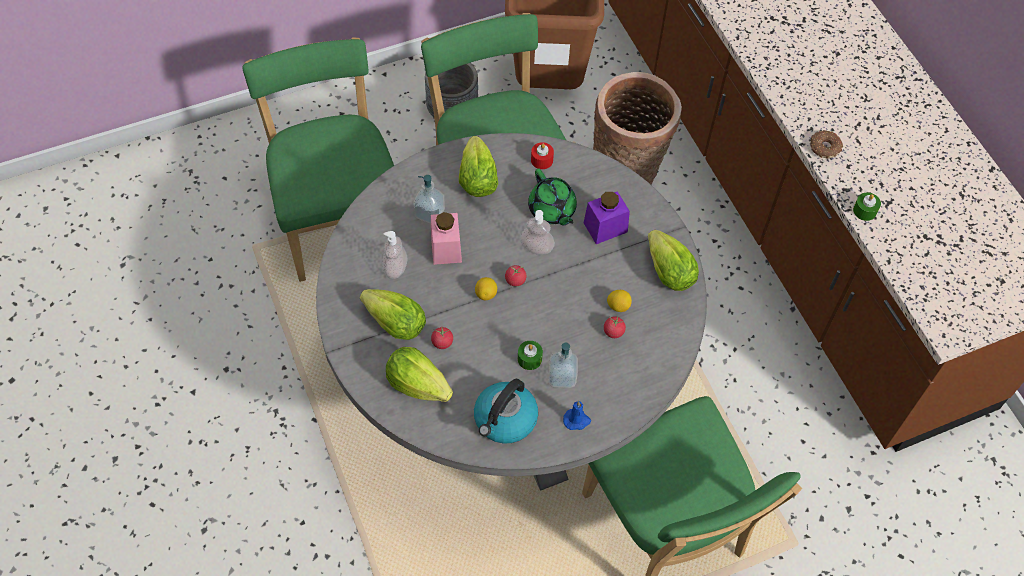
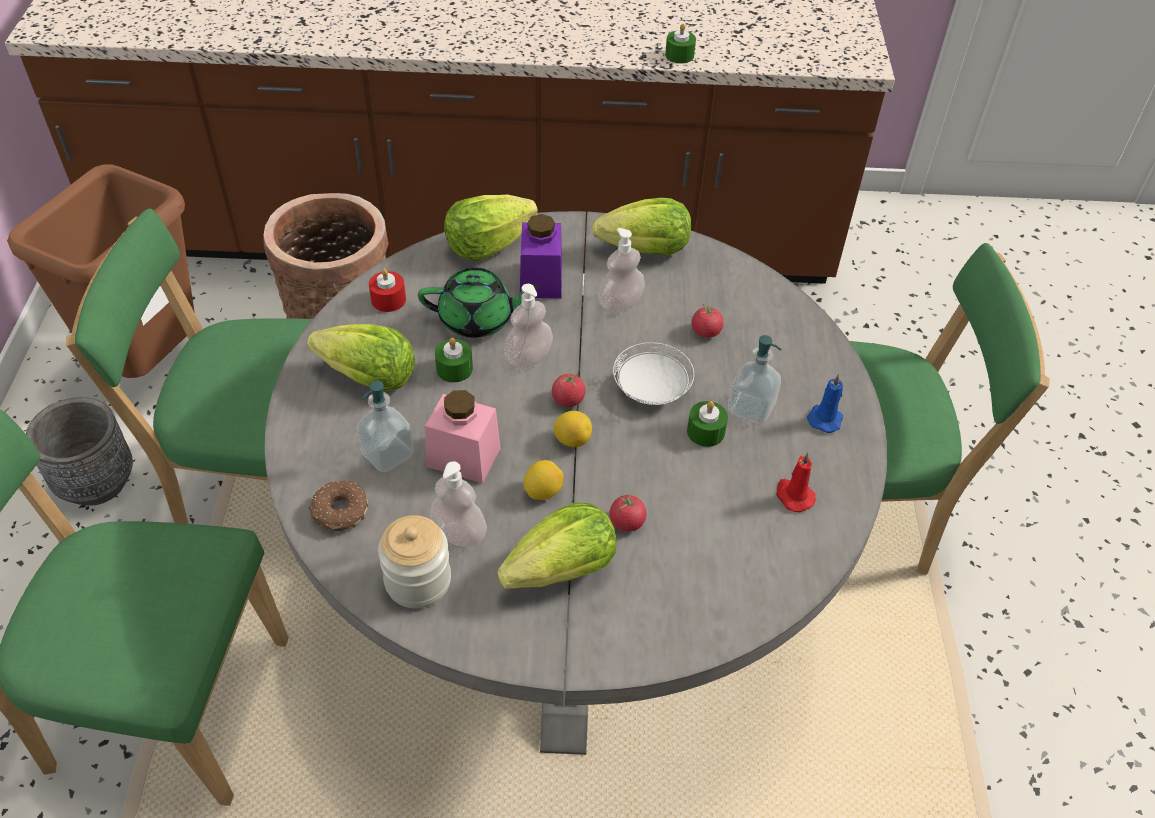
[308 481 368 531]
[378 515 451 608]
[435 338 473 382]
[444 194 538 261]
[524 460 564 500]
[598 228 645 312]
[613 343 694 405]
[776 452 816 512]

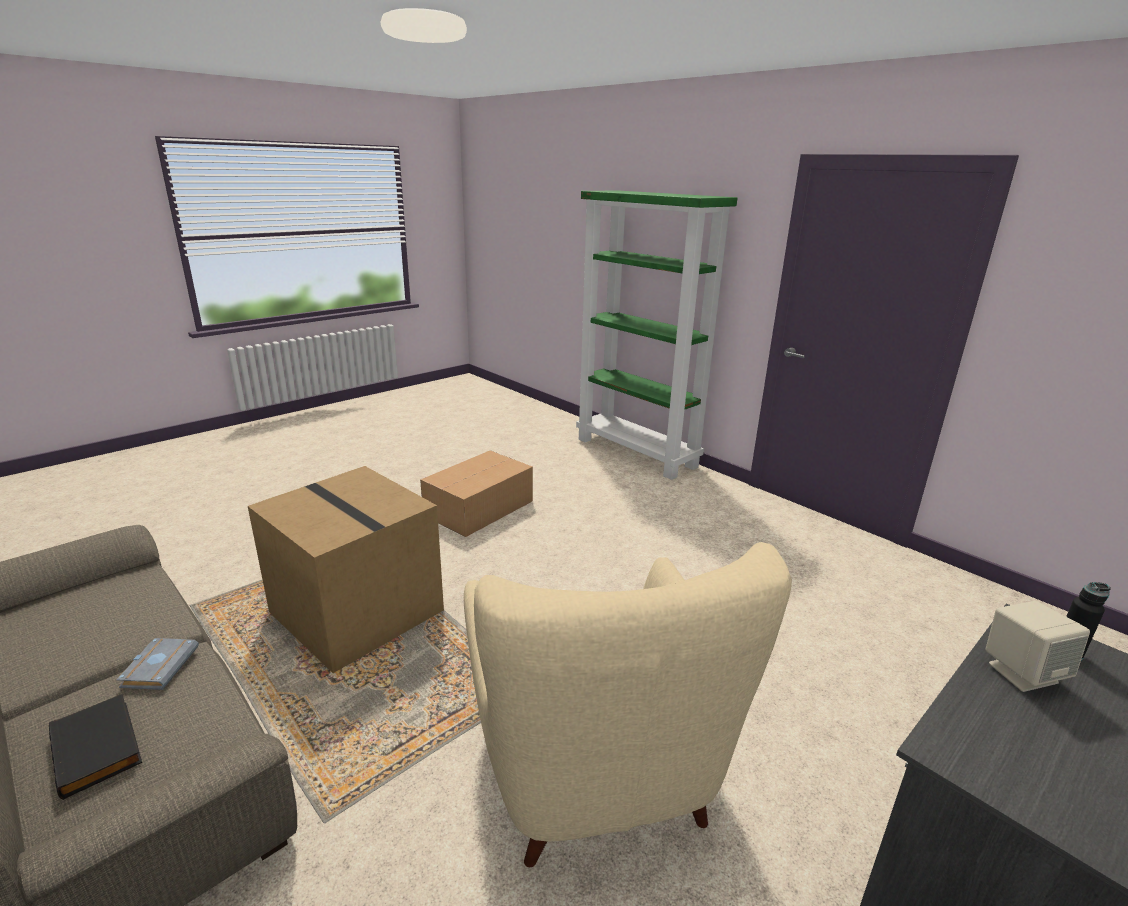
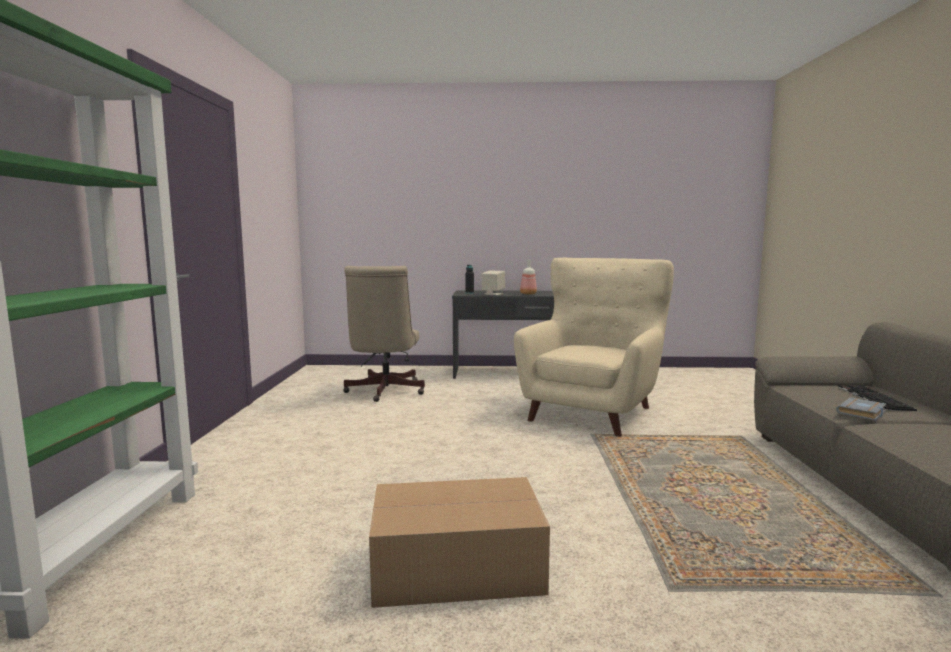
[343 266 425 402]
[520 260 537 295]
[838 385 917 411]
[248 466 444 673] (first image)

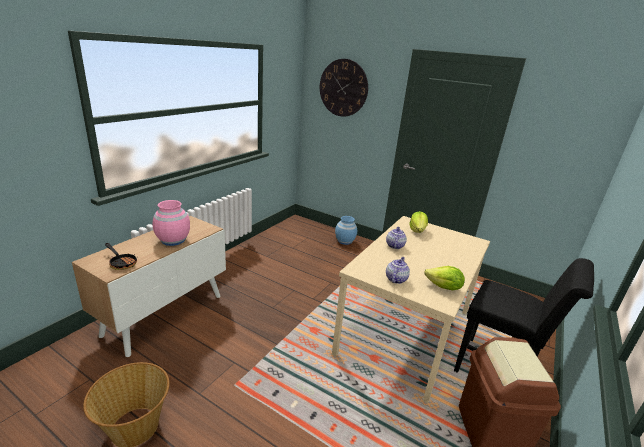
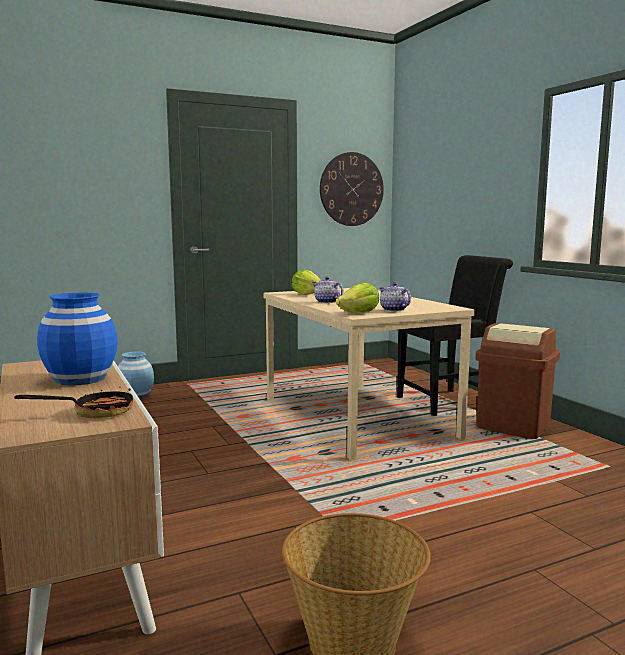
[37 293 117 386]
[320 152 384 226]
[336 283 379 314]

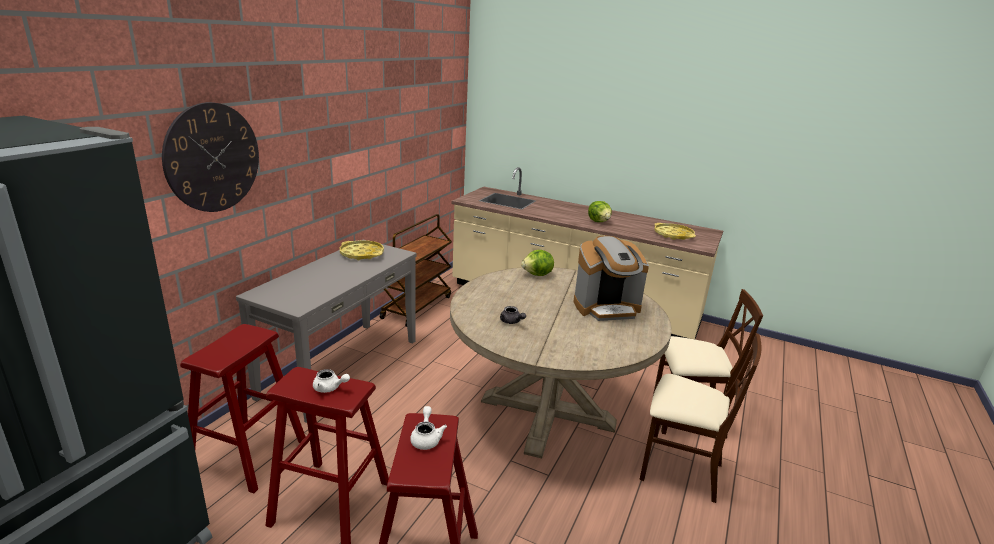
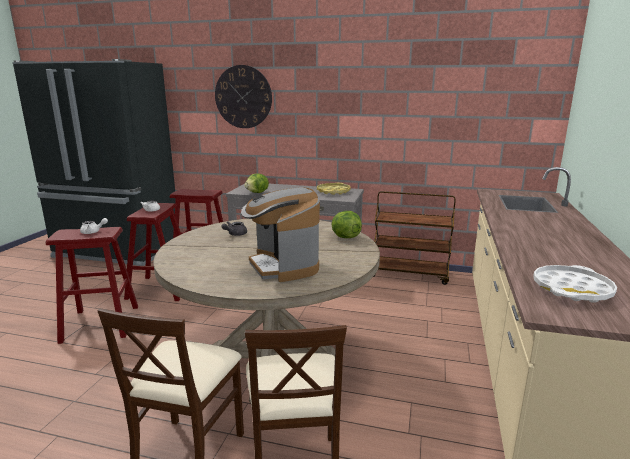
[244 174 269 193]
[533 265 617 303]

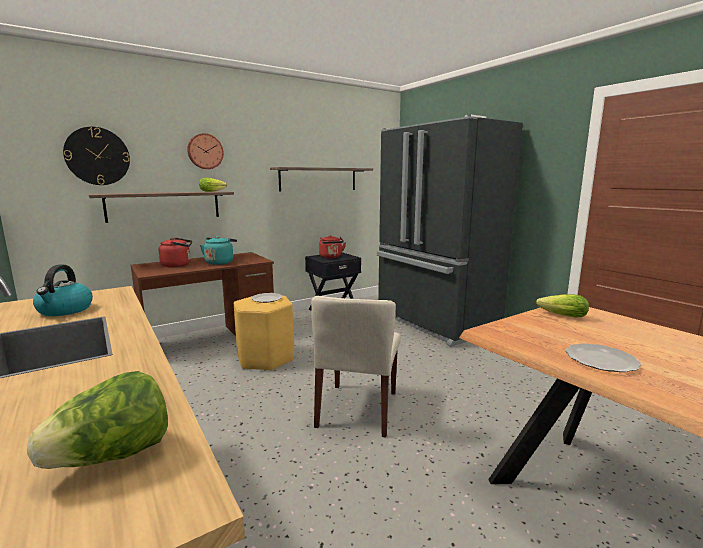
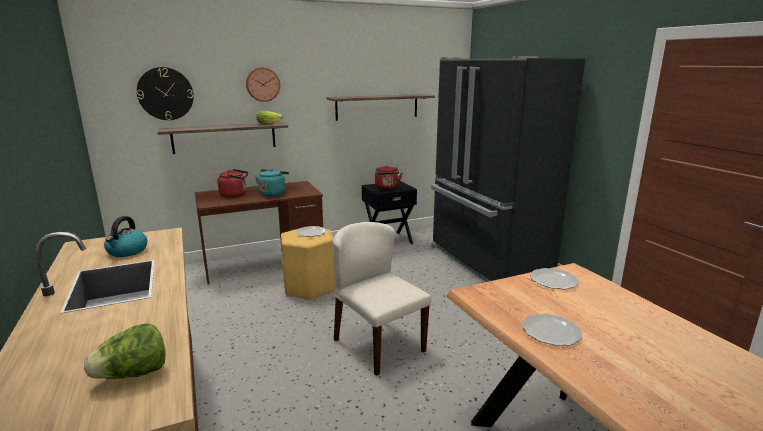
[333 222 431 376]
[530 268 579 289]

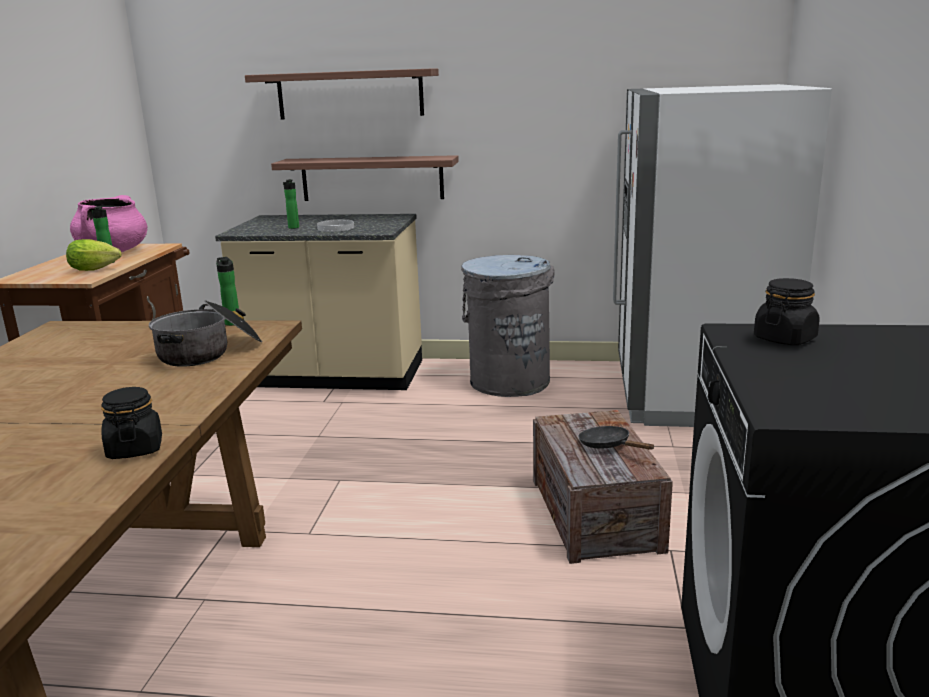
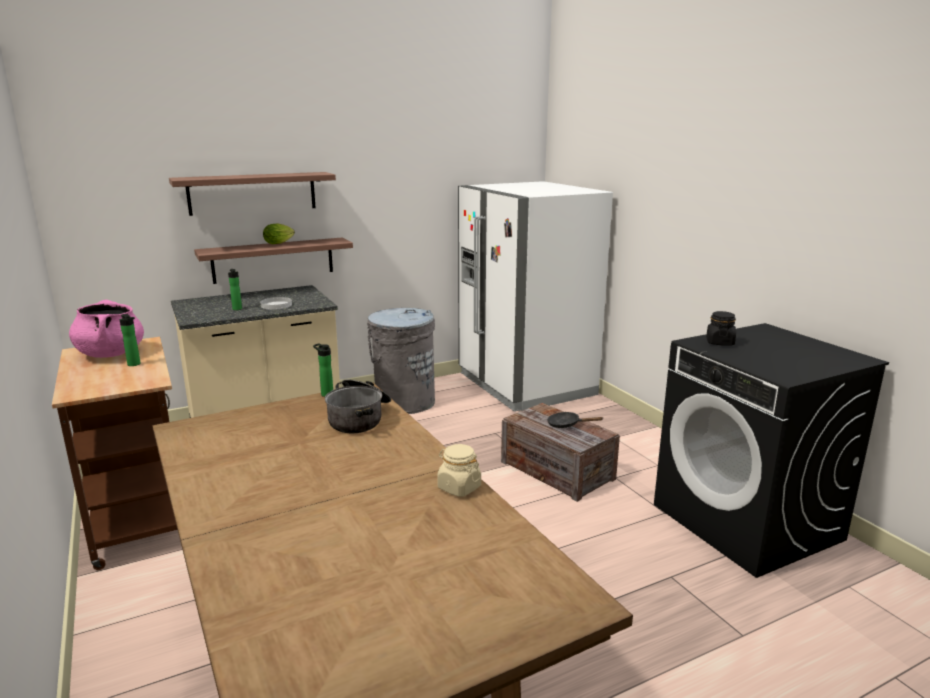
[263 223 295 244]
[437 444 481 497]

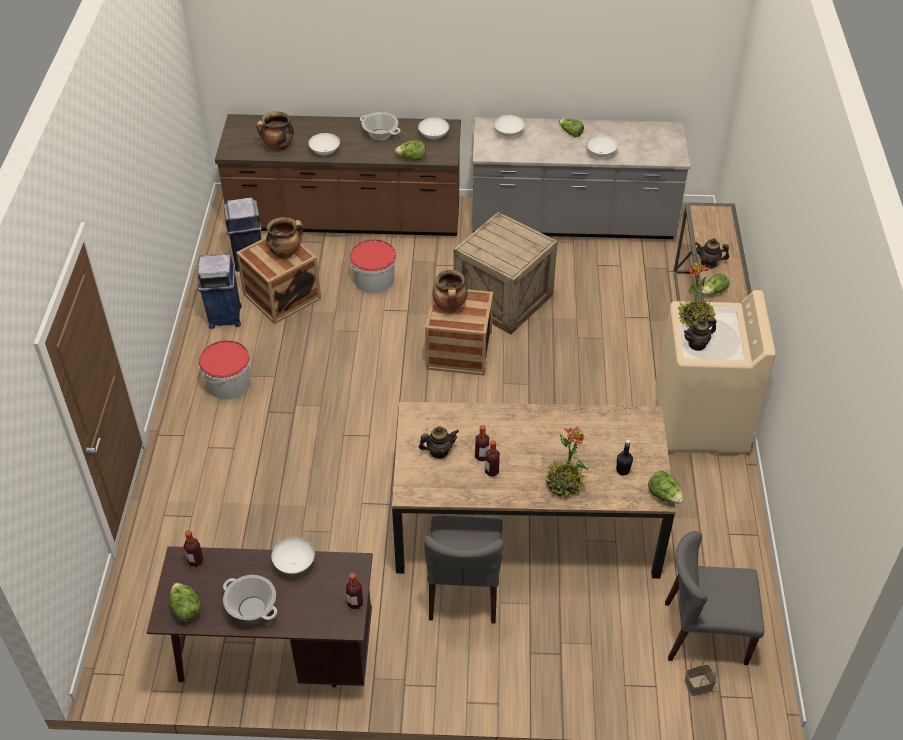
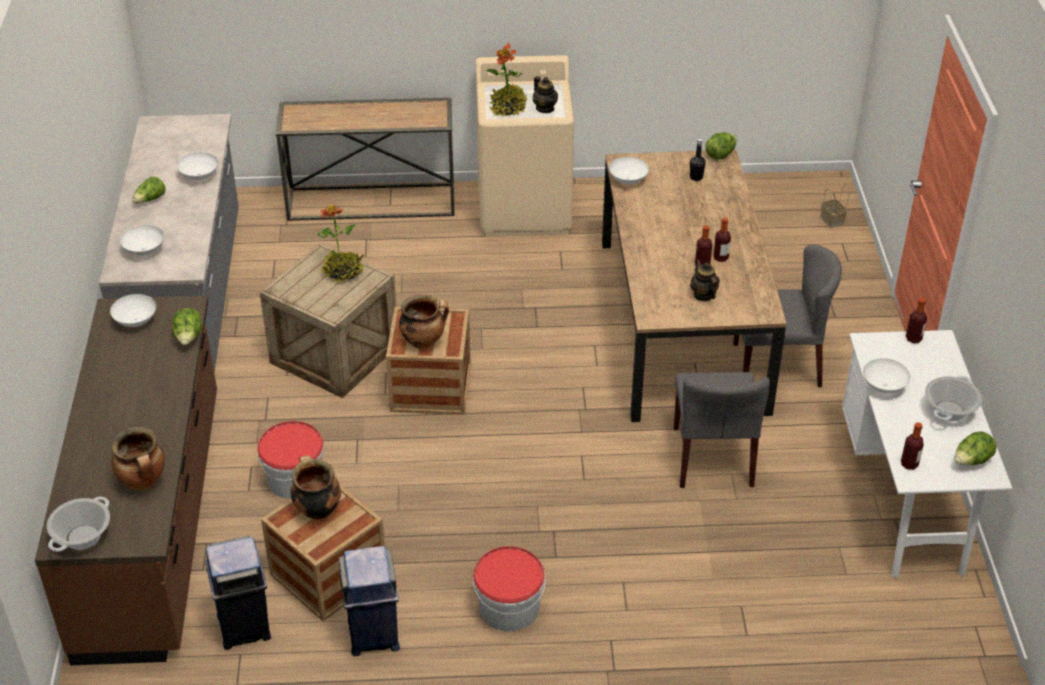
[47 496 110 552]
[317 205 364 283]
[609 157 649 184]
[674 372 770 488]
[842 330 1012 578]
[695 238 729 269] (first image)
[702 273 730 295] (first image)

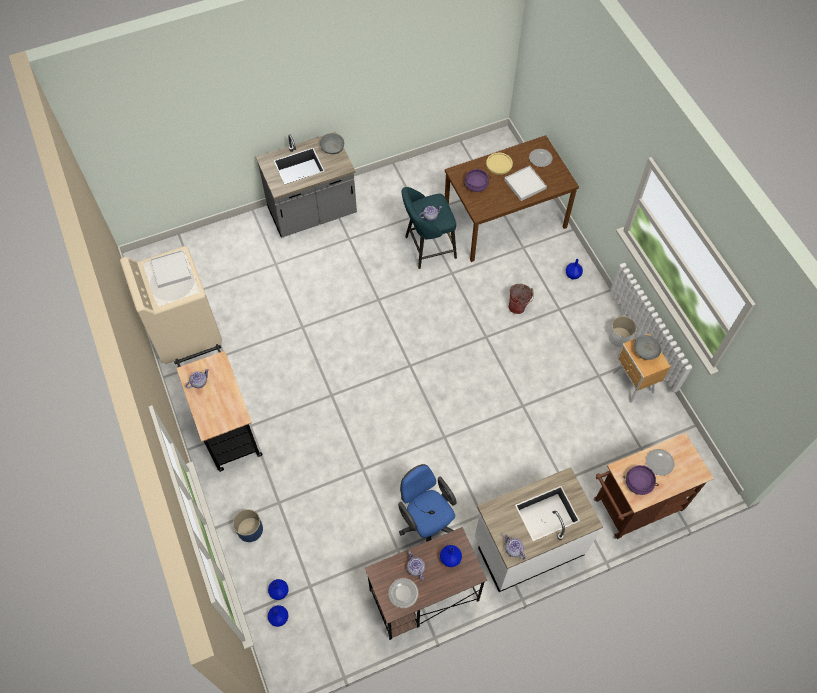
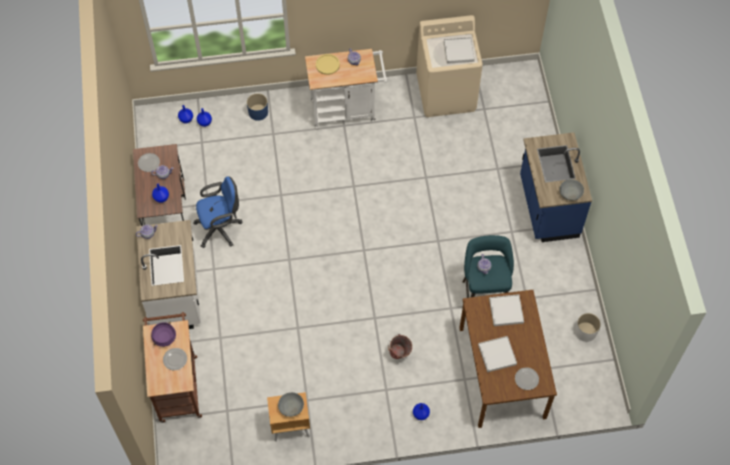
[305 49 388 129]
[316 54 340 75]
[489 294 524 326]
[520 132 592 242]
[575 313 601 342]

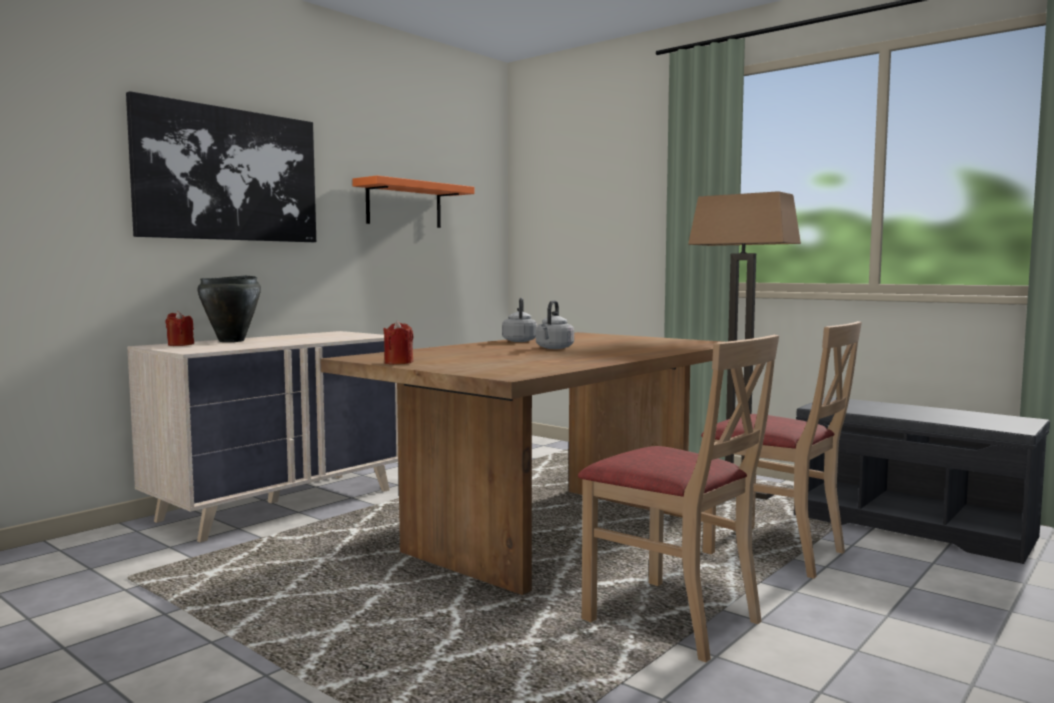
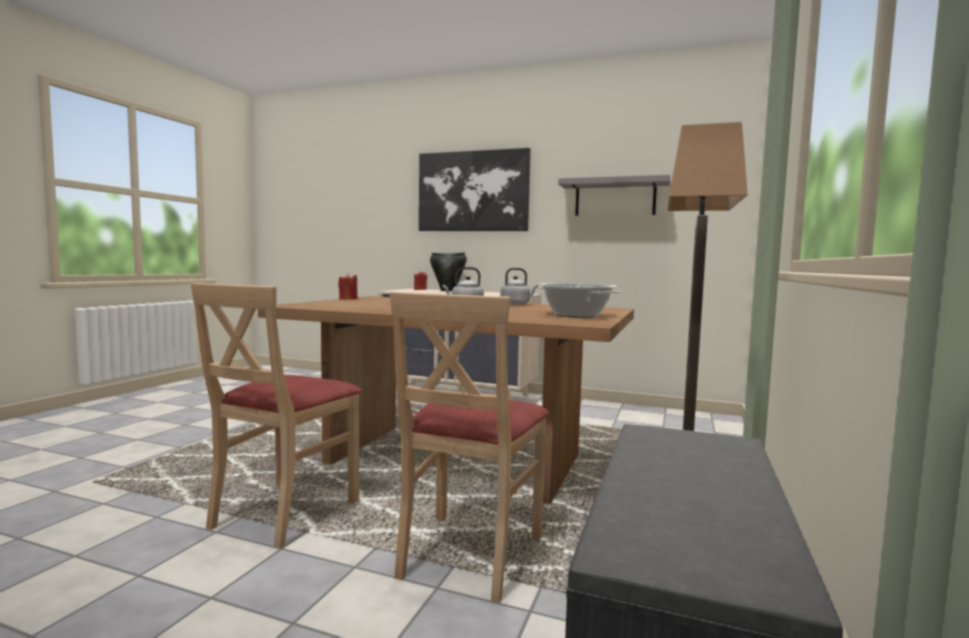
[537 283 621 318]
[558 174 671 216]

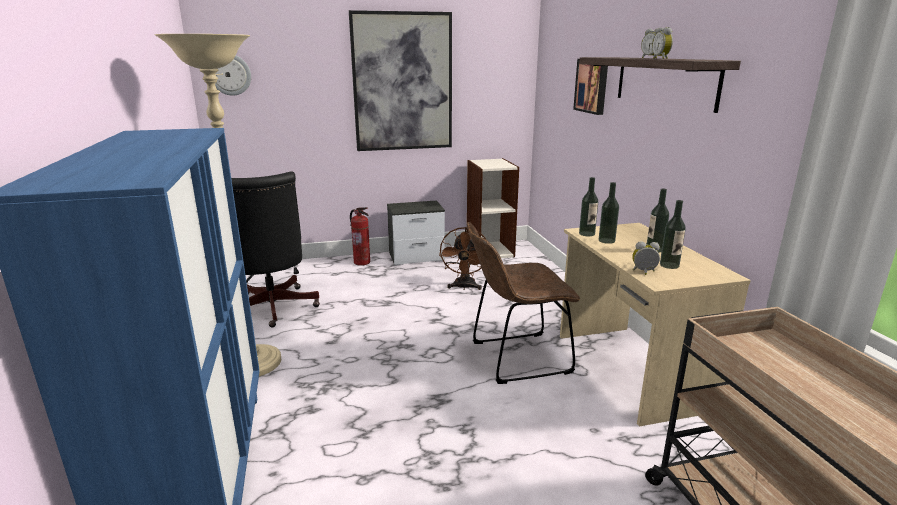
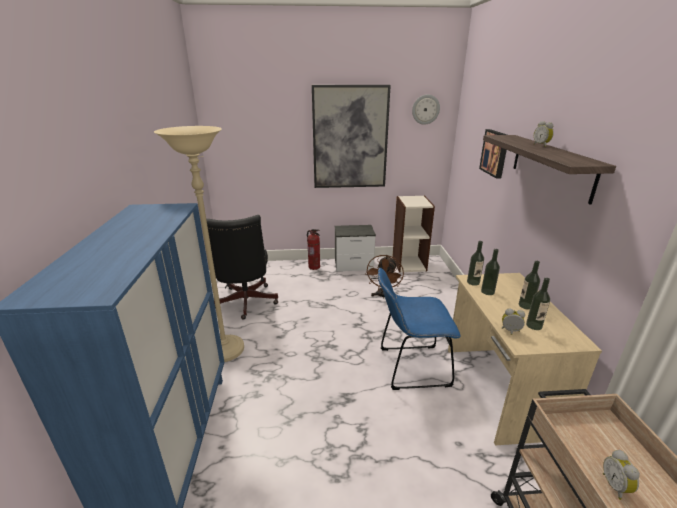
[378 267 461 390]
[412 94 440 125]
[603 450 640 500]

